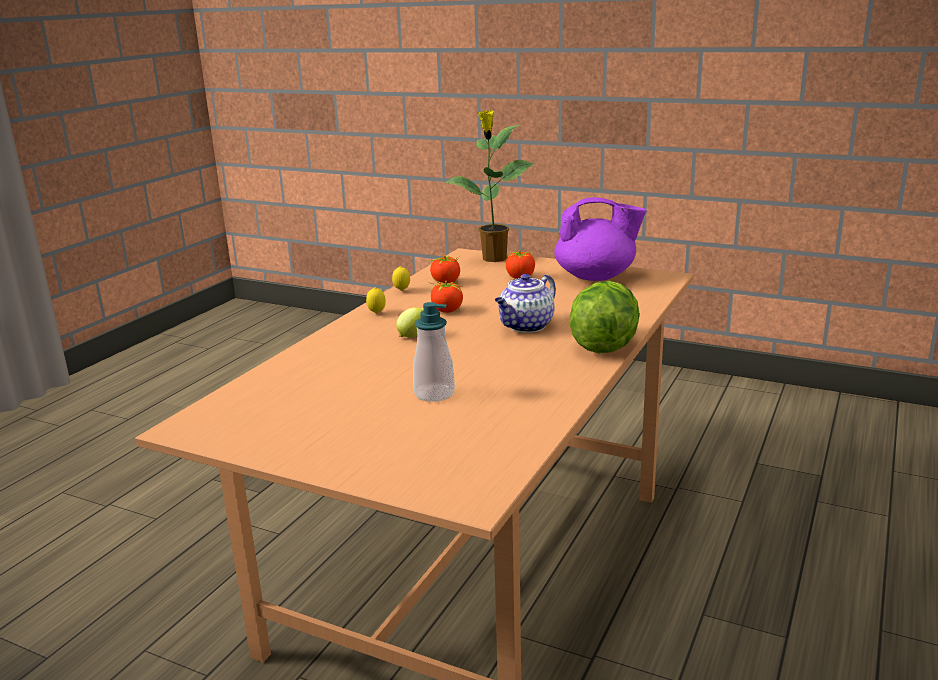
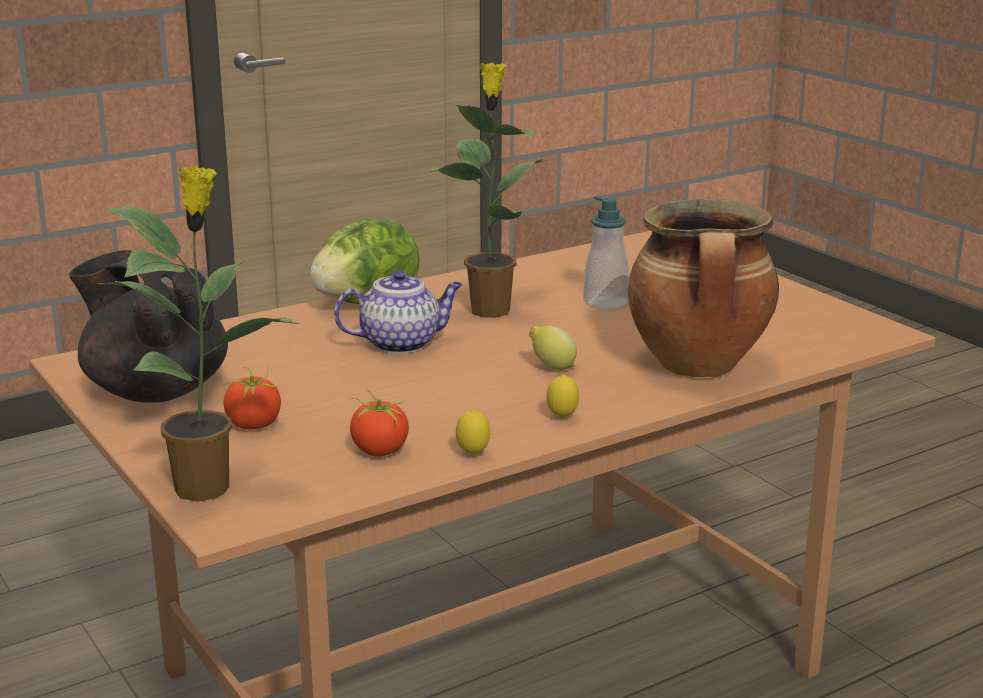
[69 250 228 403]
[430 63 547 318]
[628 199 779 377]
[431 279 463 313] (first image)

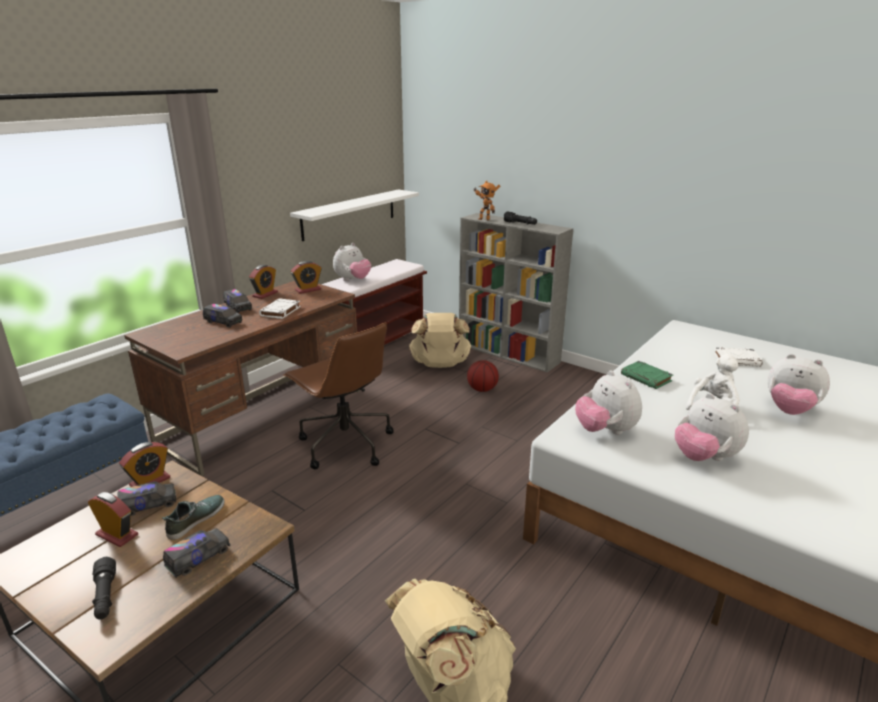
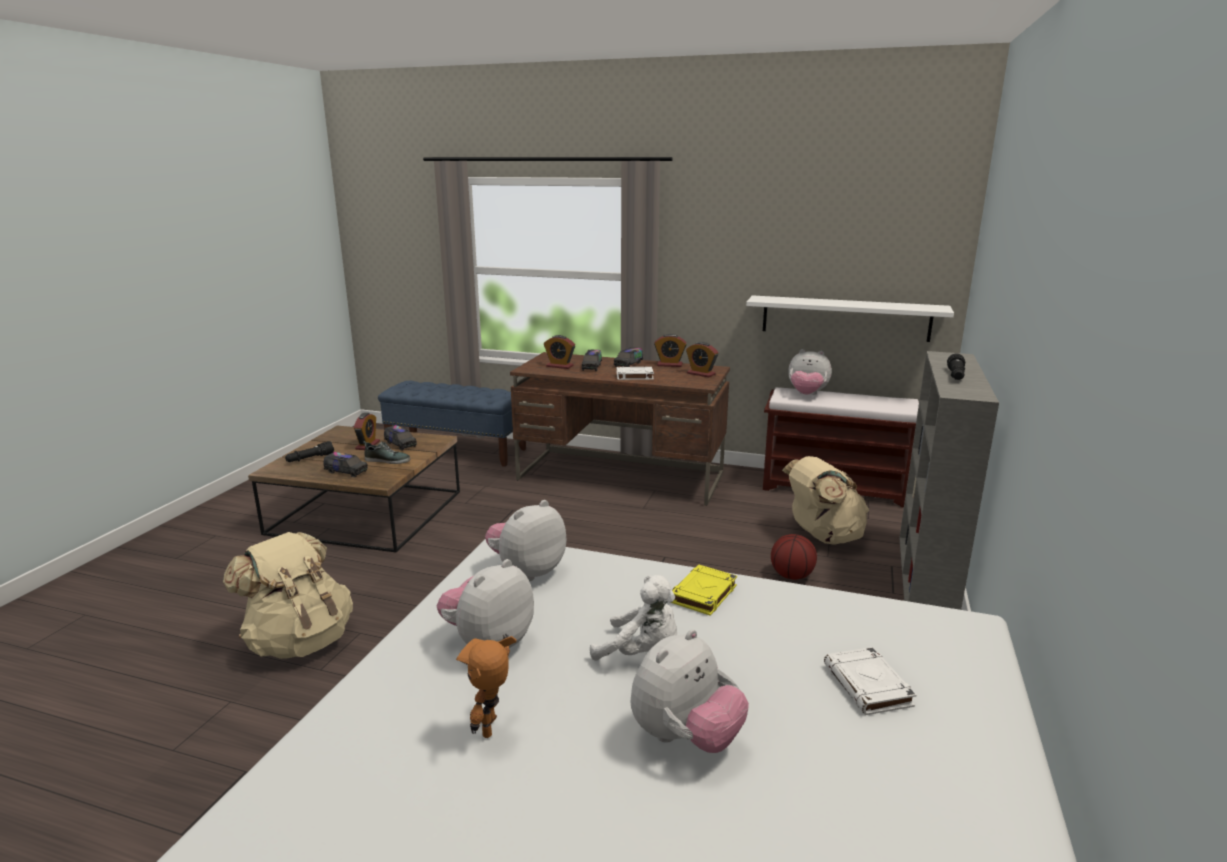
[456 634 517 738]
[544 335 575 369]
[630 629 749 753]
[671 565 737 616]
[283 323 394 469] (first image)

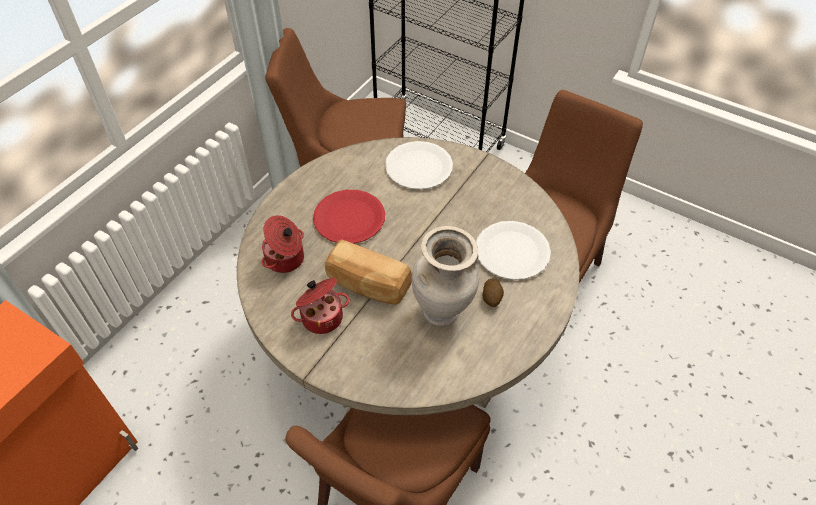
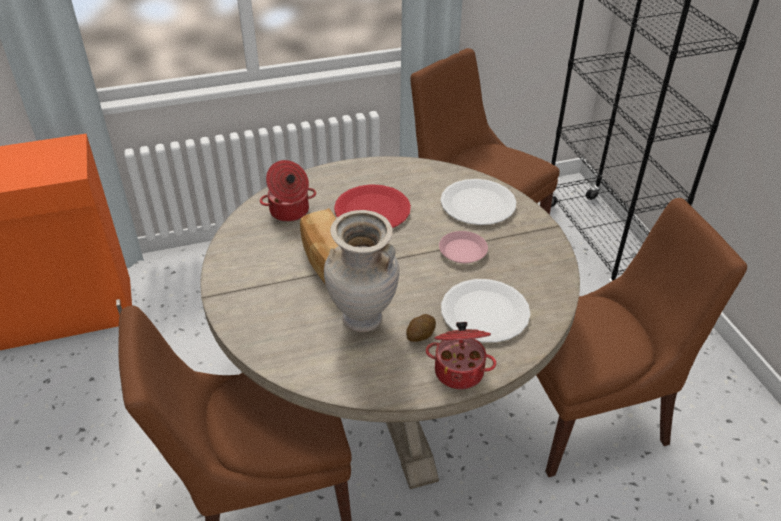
[426 322 496 389]
[439 231 488 263]

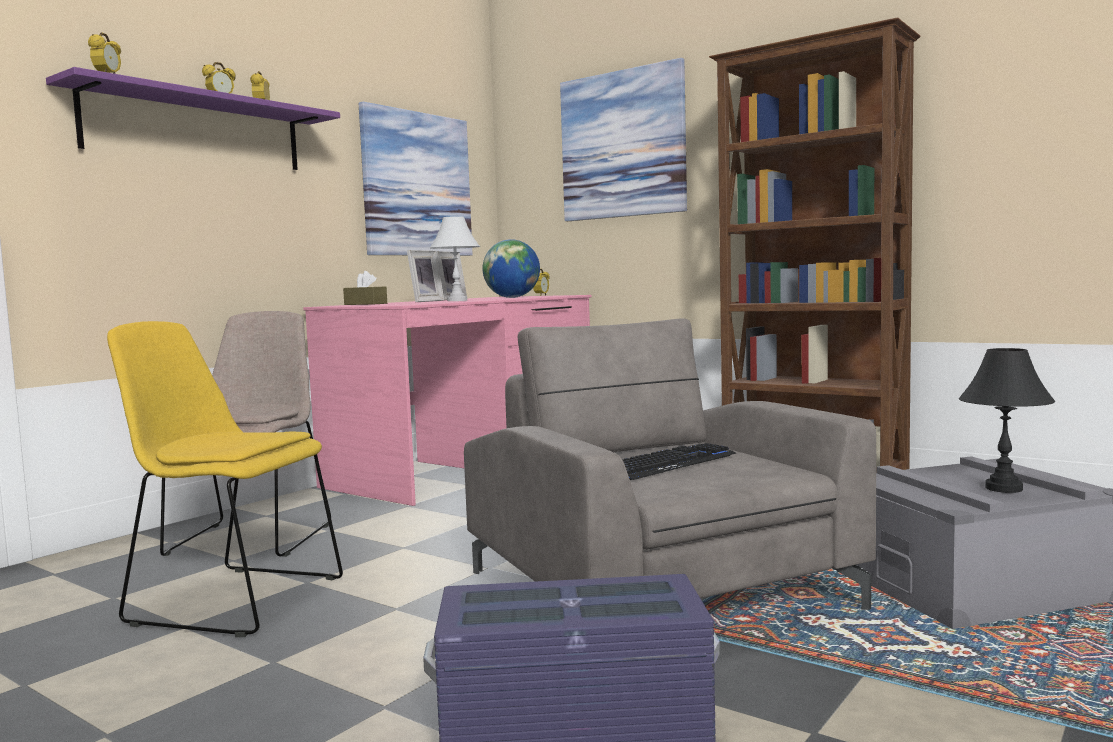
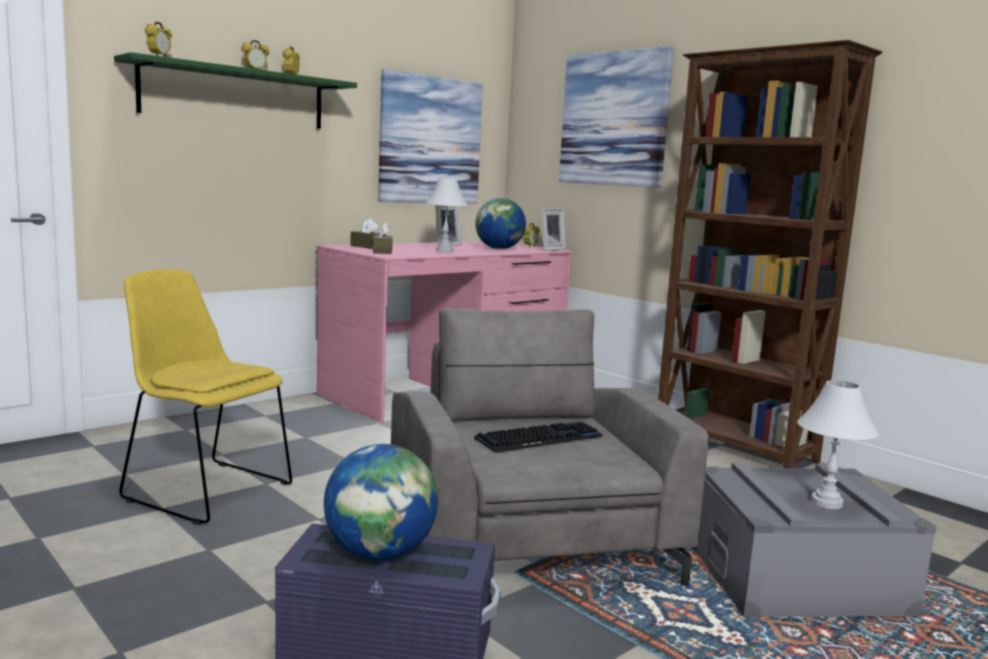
[114 52 357 129]
[324 444 438 560]
[373 222 393 254]
[541 208 566 251]
[797 380 879 509]
[160 311 331 557] (first image)

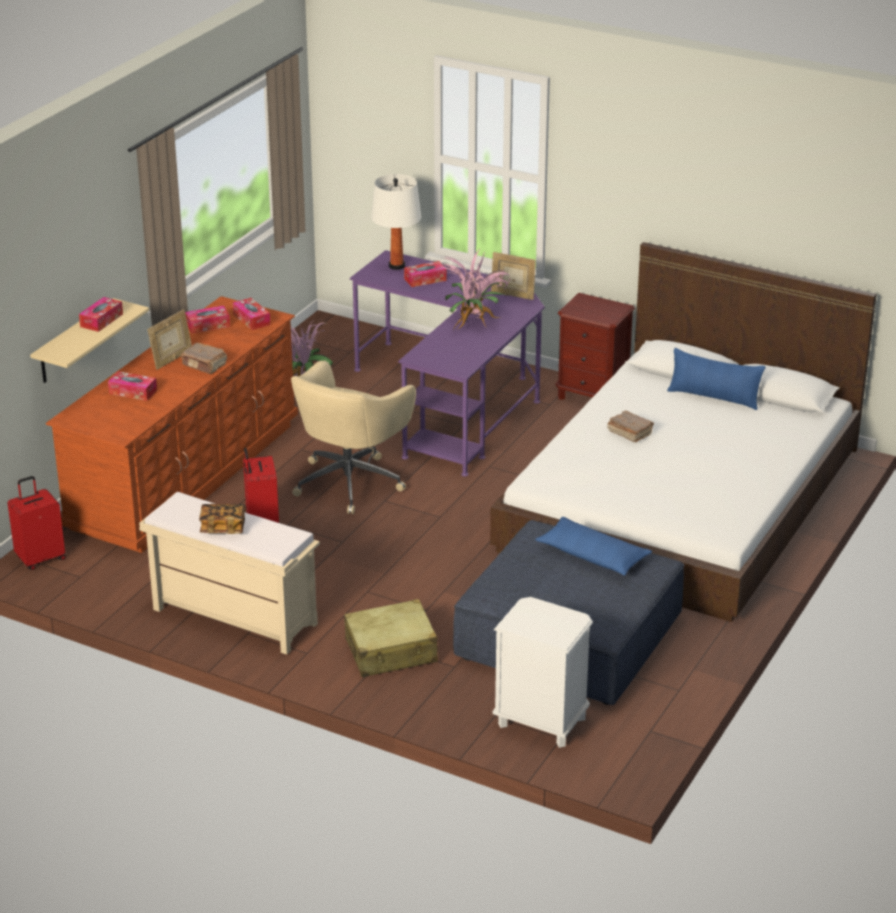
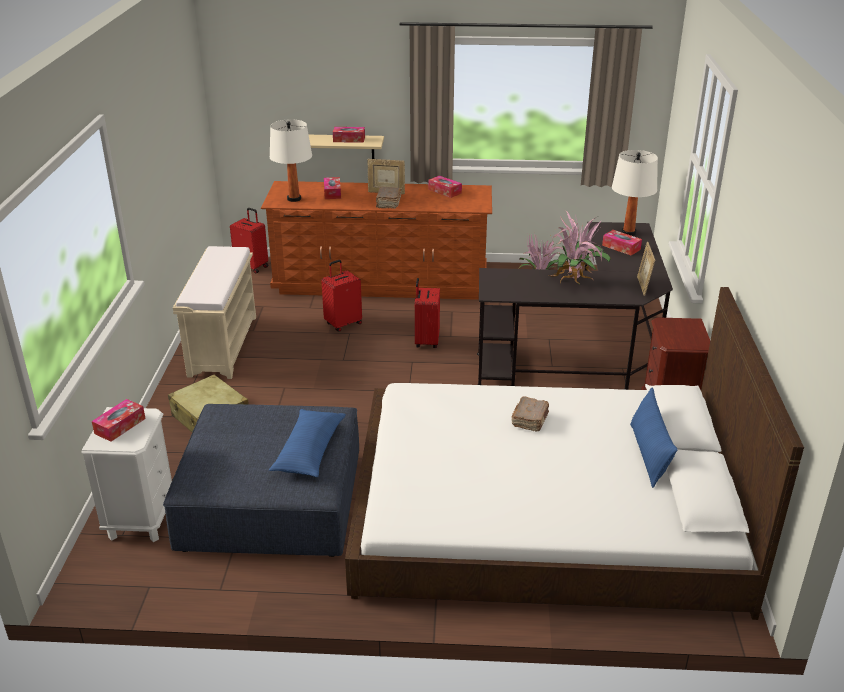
[92 399 146 442]
[270 119 312 202]
[415 278 440 348]
[477 222 673 390]
[199 504 245 534] (first image)

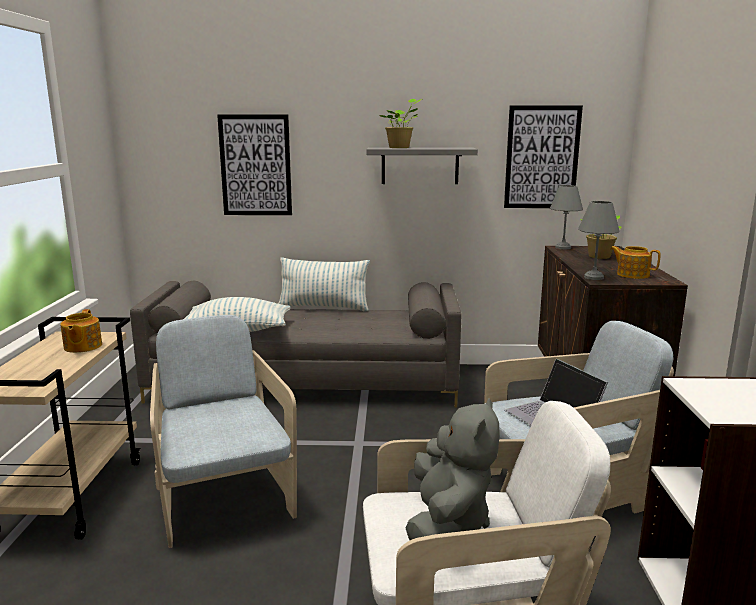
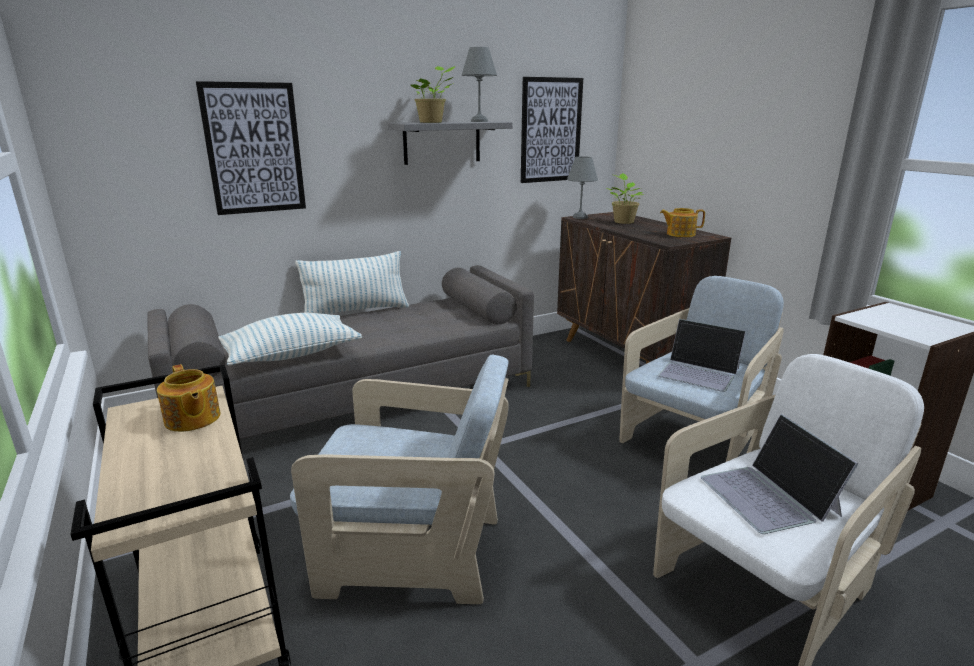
[290 355 509 604]
[462 47 497 122]
[701 414 858 534]

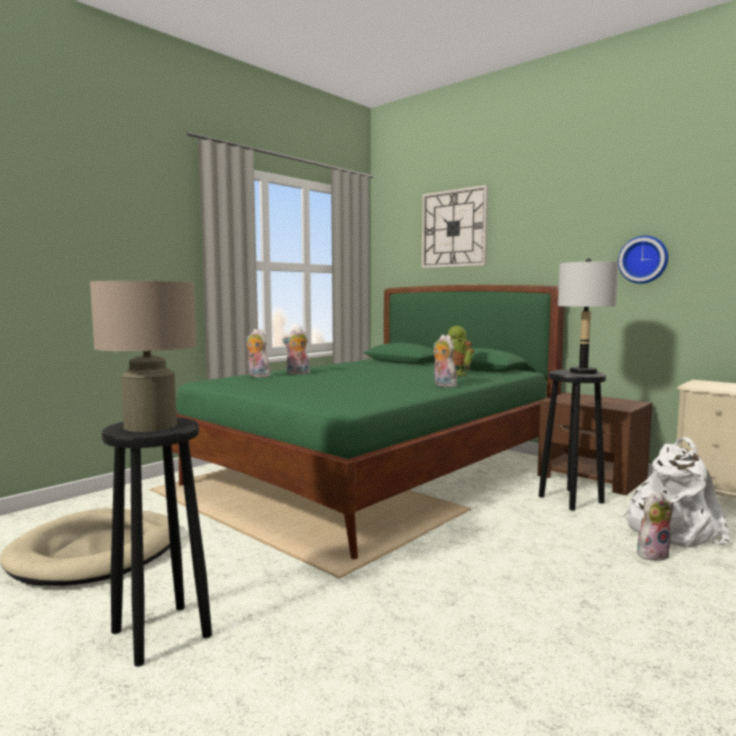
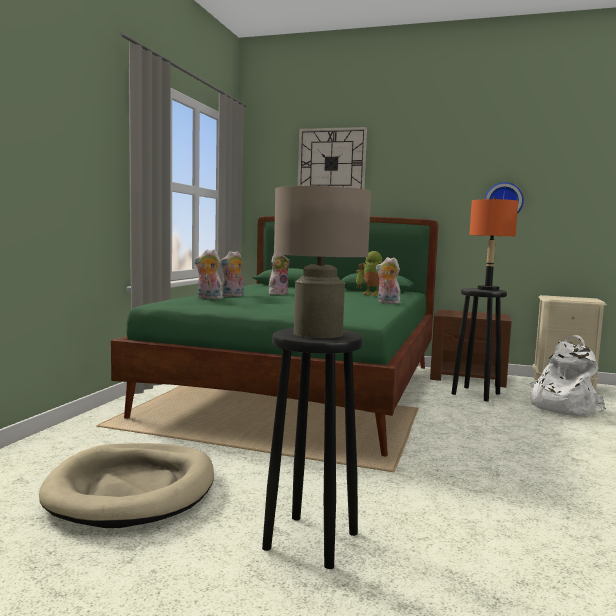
[269 254 290 295]
[469 197 518 291]

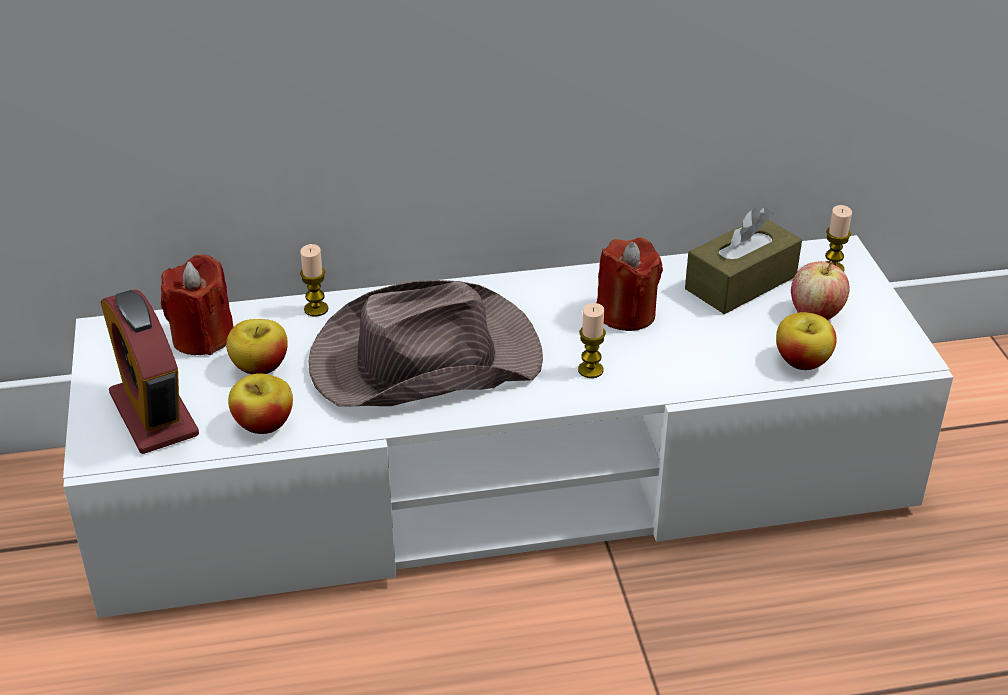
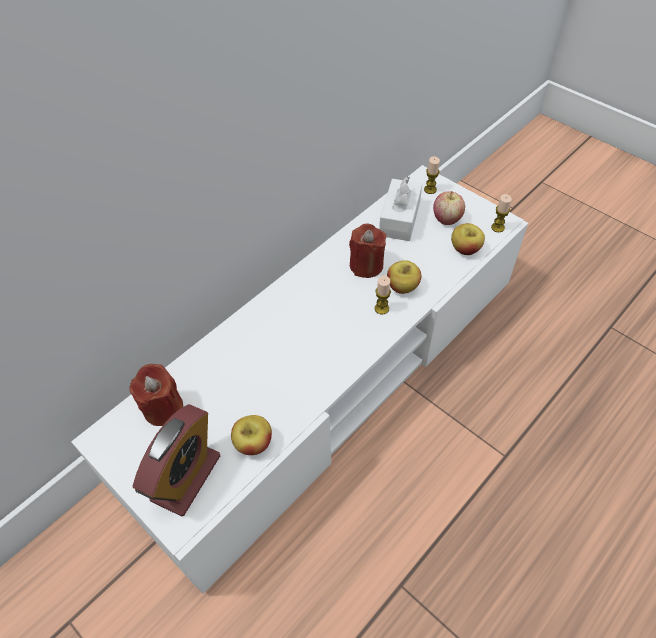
[133 404 220 517]
[379 176 422 241]
[387 260 421 294]
[491 194 512 232]
[308 280 543 407] (first image)

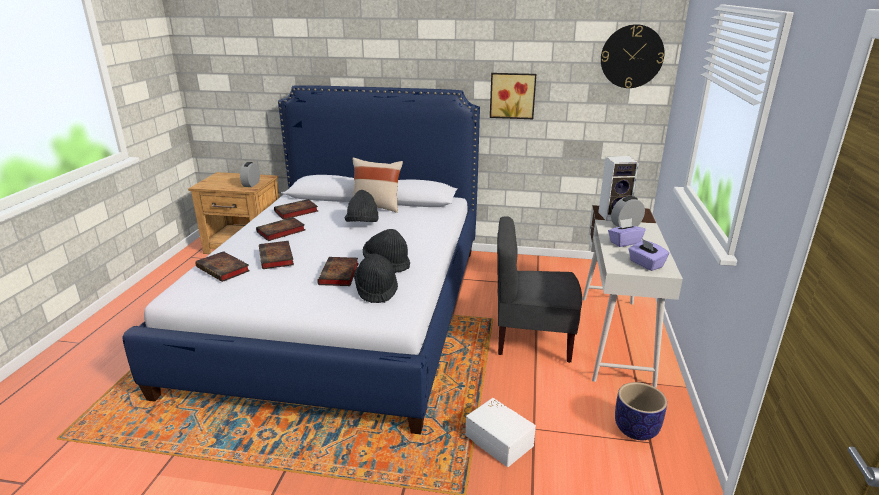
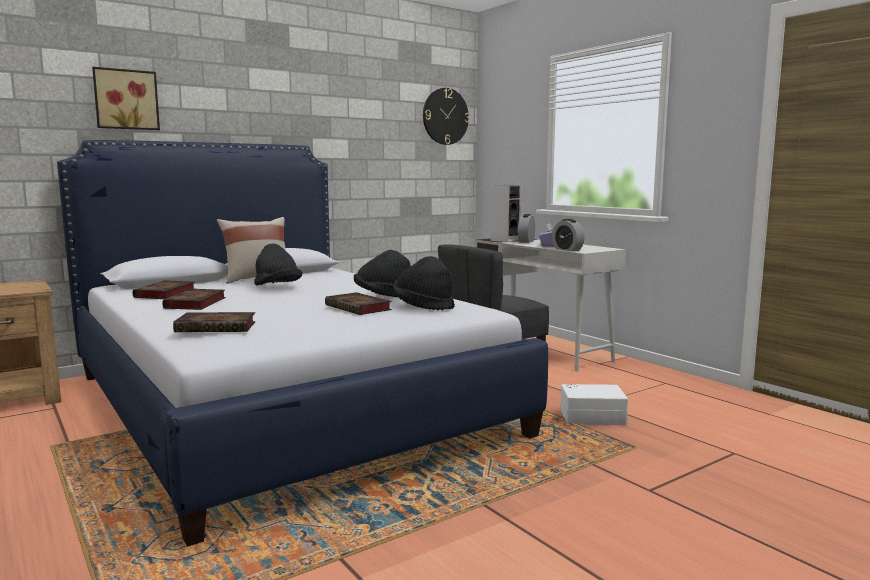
[92 67 160 130]
[552 219 585 251]
[259 241 294 269] (first image)
[615 382 667 440] (first image)
[628 239 669 271] (first image)

